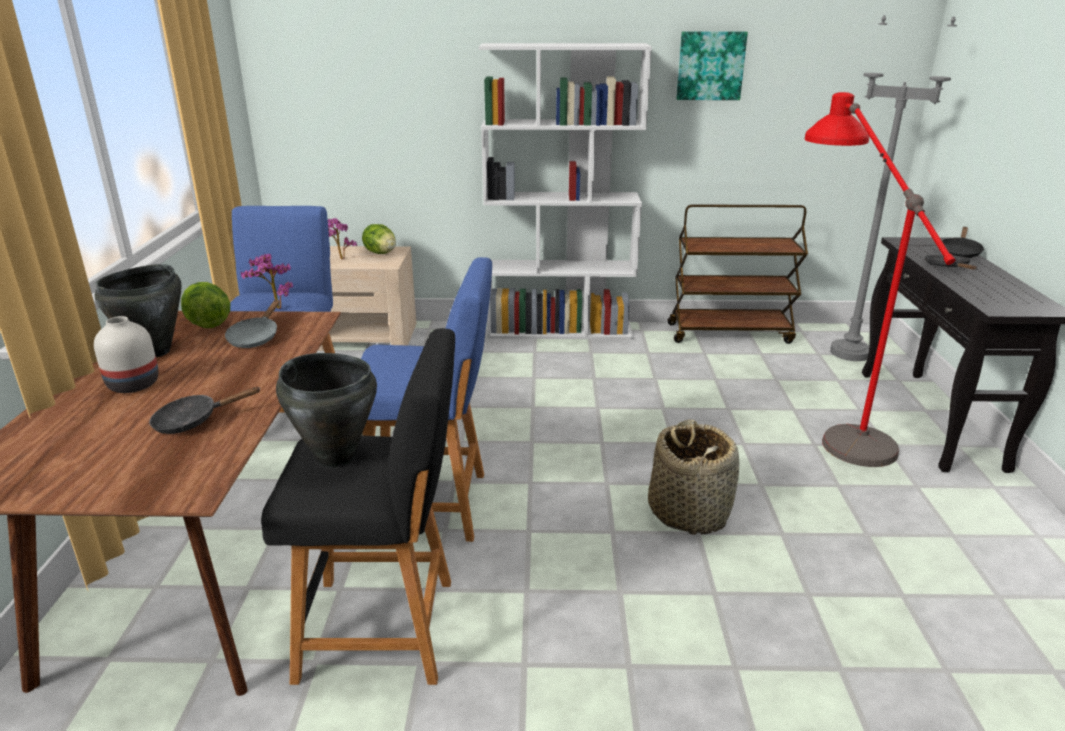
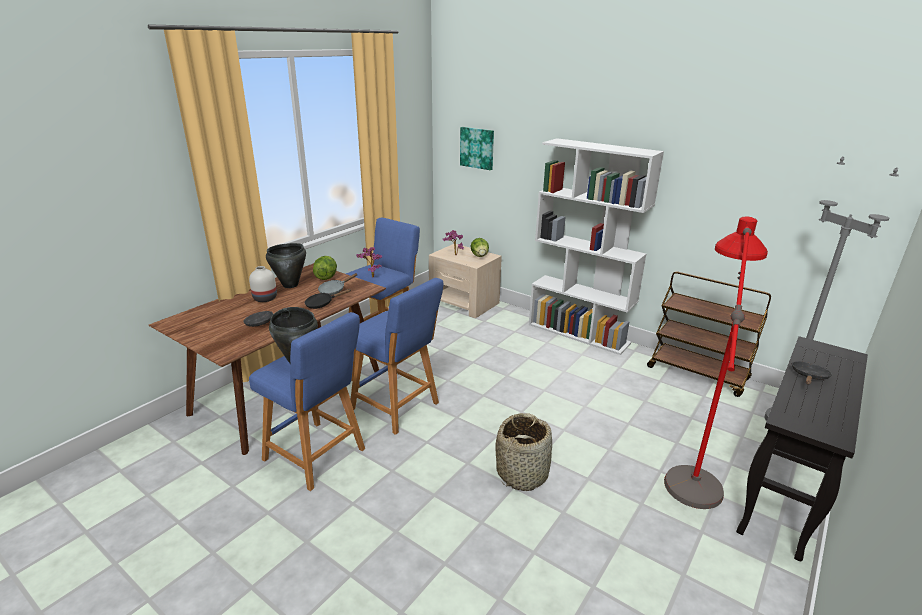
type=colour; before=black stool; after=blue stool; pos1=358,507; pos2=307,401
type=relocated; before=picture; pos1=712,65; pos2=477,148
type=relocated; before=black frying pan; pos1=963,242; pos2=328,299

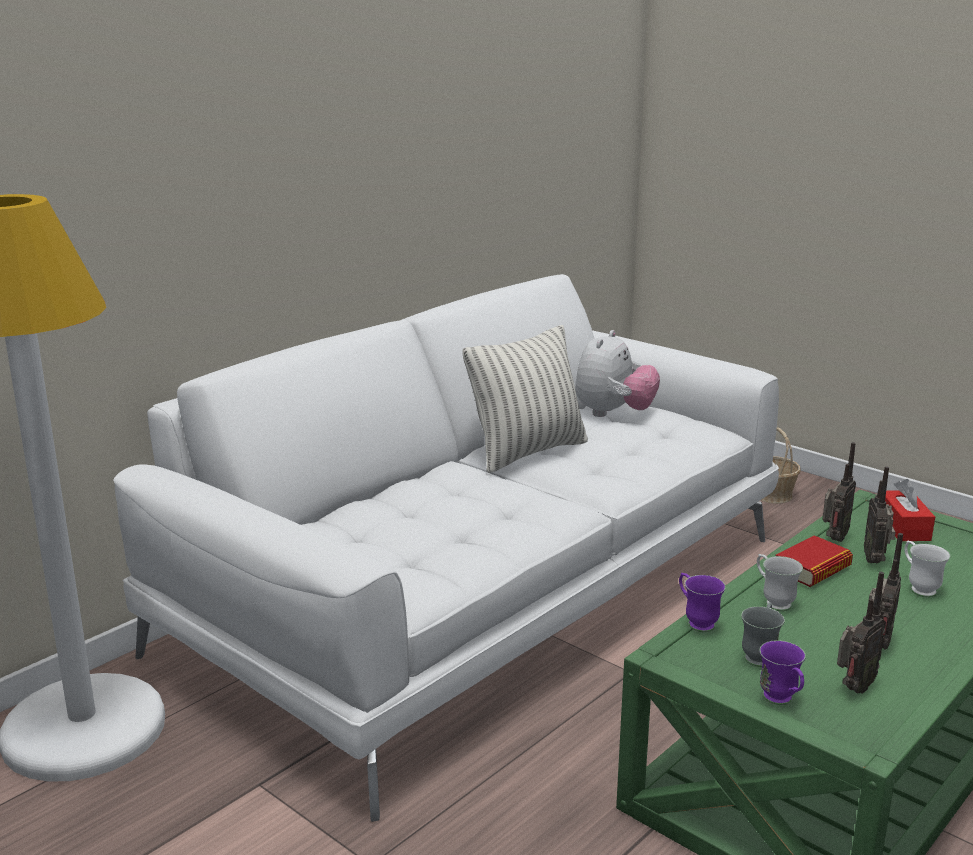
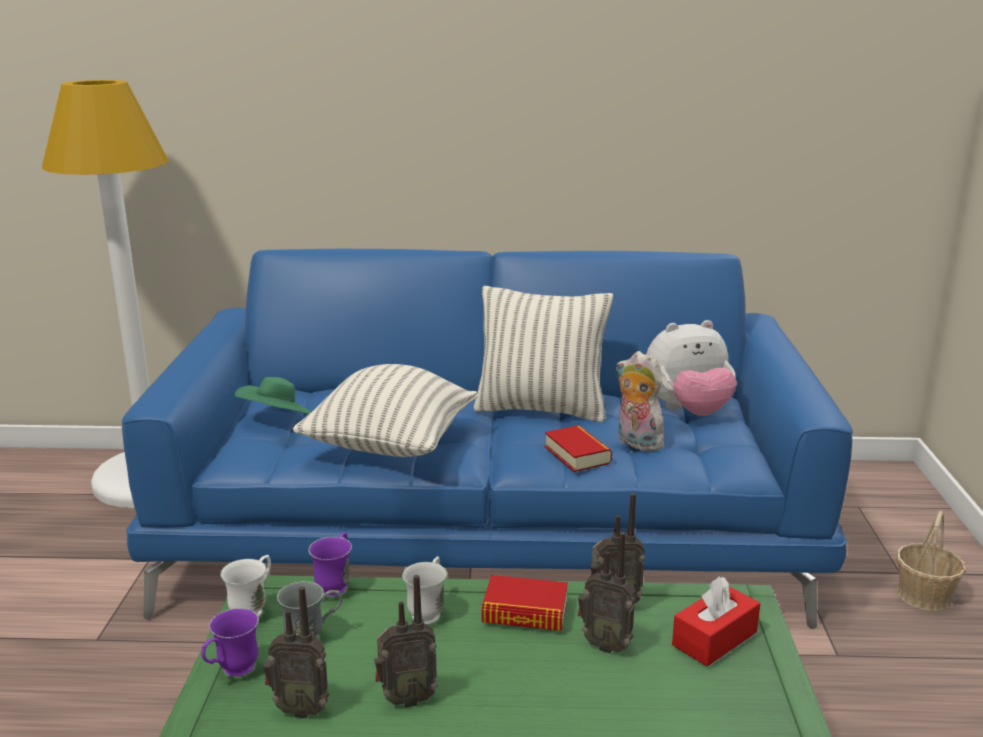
type=colour; before=white sofa; after=blue sofa; pos1=446,548; pos2=487,439
type=spun; before=radio; pos1=880,514; pos2=607,593; turn=-120
type=relocated; before=white mug; pos1=927,569; pos2=246,586
type=appeared; after=green hat; pos2=273,396
type=appeared; after=pillow; pos2=385,410
type=appeared; after=book; pos2=578,448
type=appeared; after=plush toy; pos2=640,401

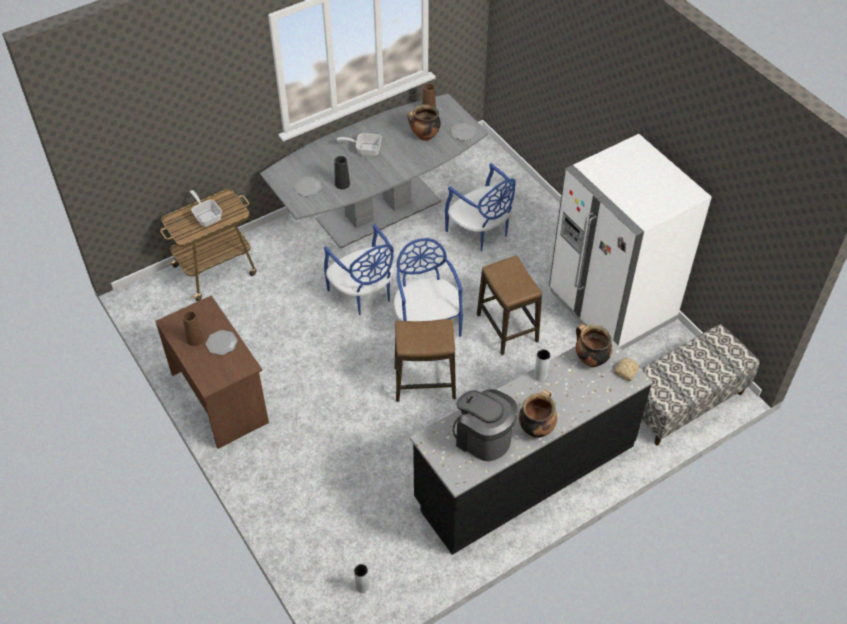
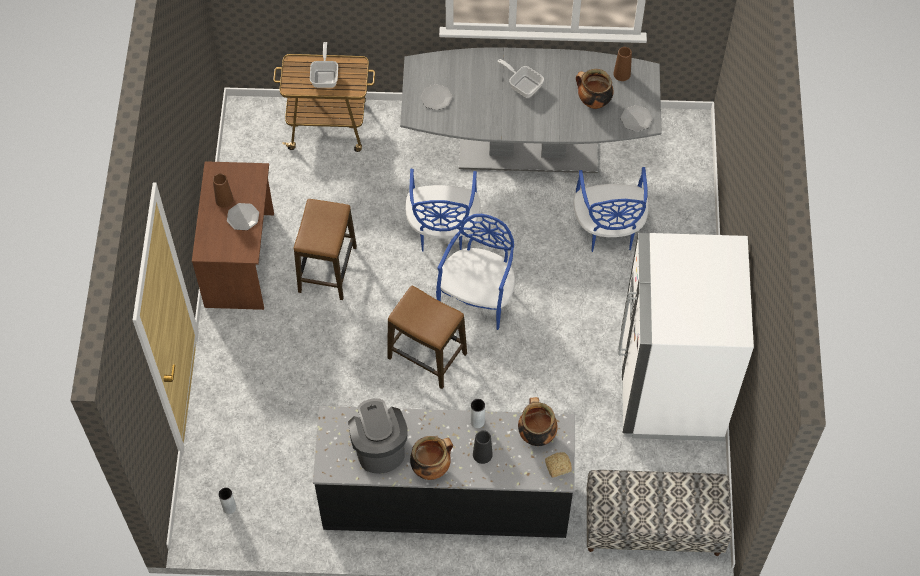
type=relocated; before=black vase; pos1=342,172; pos2=483,447
type=relocated; before=stool; pos1=509,305; pos2=325,249

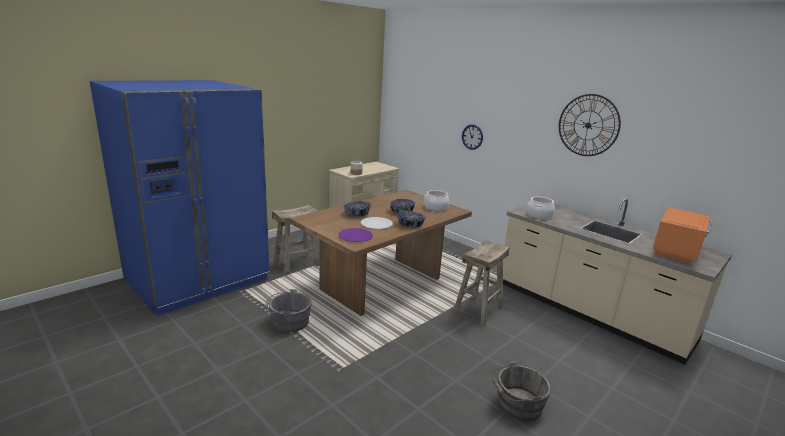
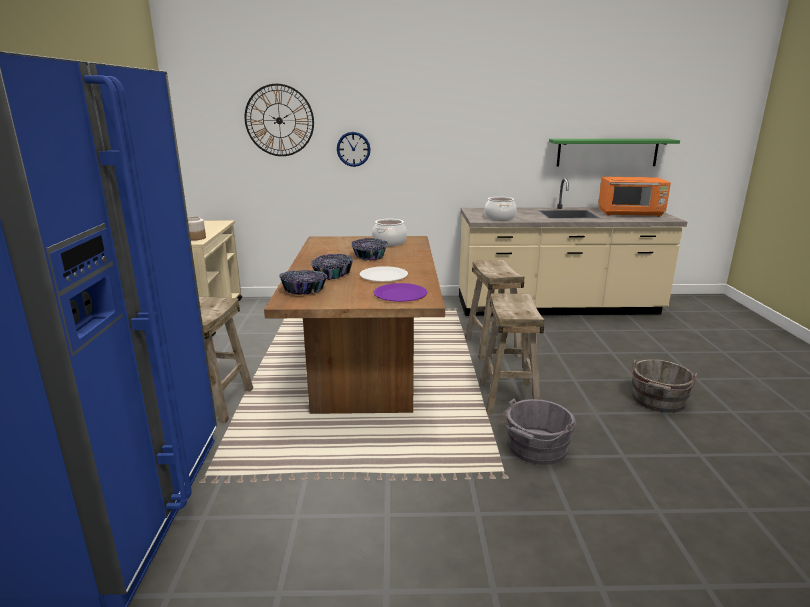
type=relocated; before=grey bucket; pos1=288,311; pos2=538,431
type=relocated; before=bowl; pos1=411,219; pos2=303,282
type=relocated; before=wall clock; pos1=590,125; pos2=279,120
type=spun; before=orange microwave; pos1=682,235; pos2=634,197; turn=105
type=appeared; after=beige stool; pos2=512,354
type=appeared; after=green shelf; pos2=614,153

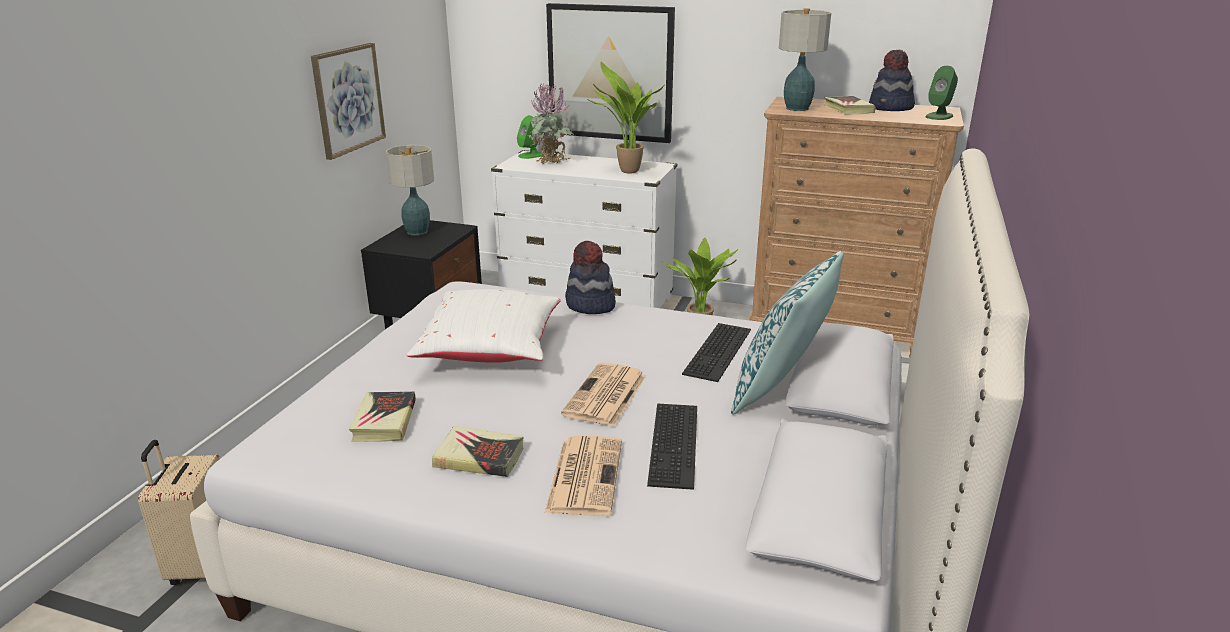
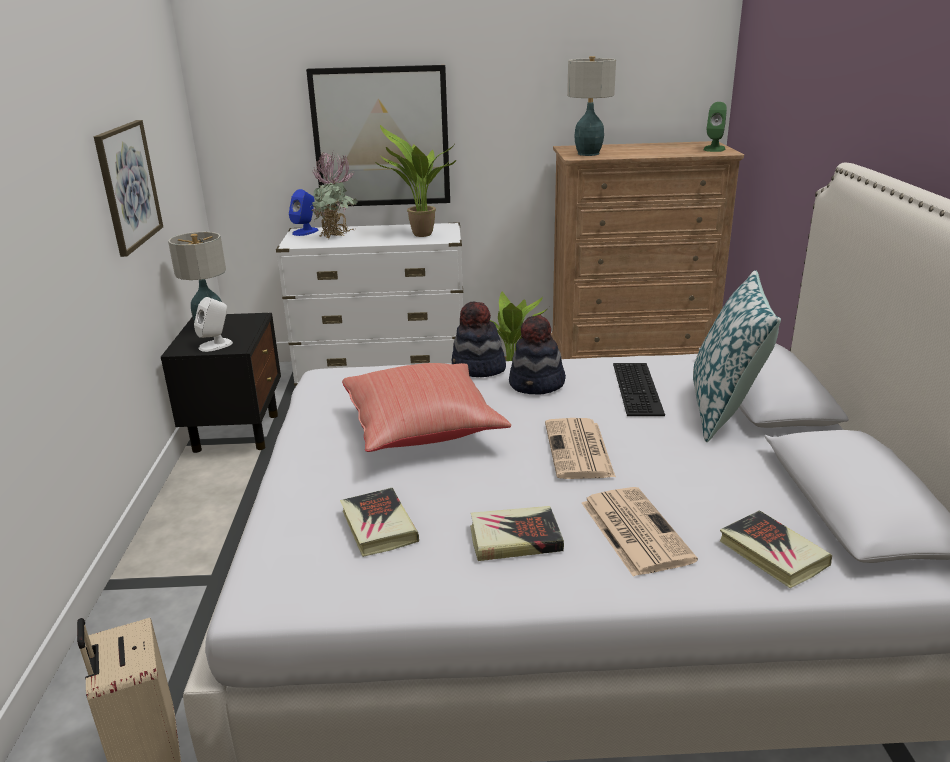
type=colour; before=white pillow; after=red pillow; pos1=484,326; pos2=426,407
type=colour; before=green speaker; after=blue speaker; pos1=530,137; pos2=303,212
type=missing; before=keyboard; pos1=672,447
type=relocated; before=book; pos1=849,105; pos2=776,549
type=relocated; before=hat; pos1=892,80; pos2=537,355
type=appeared; after=white speaker; pos2=213,324

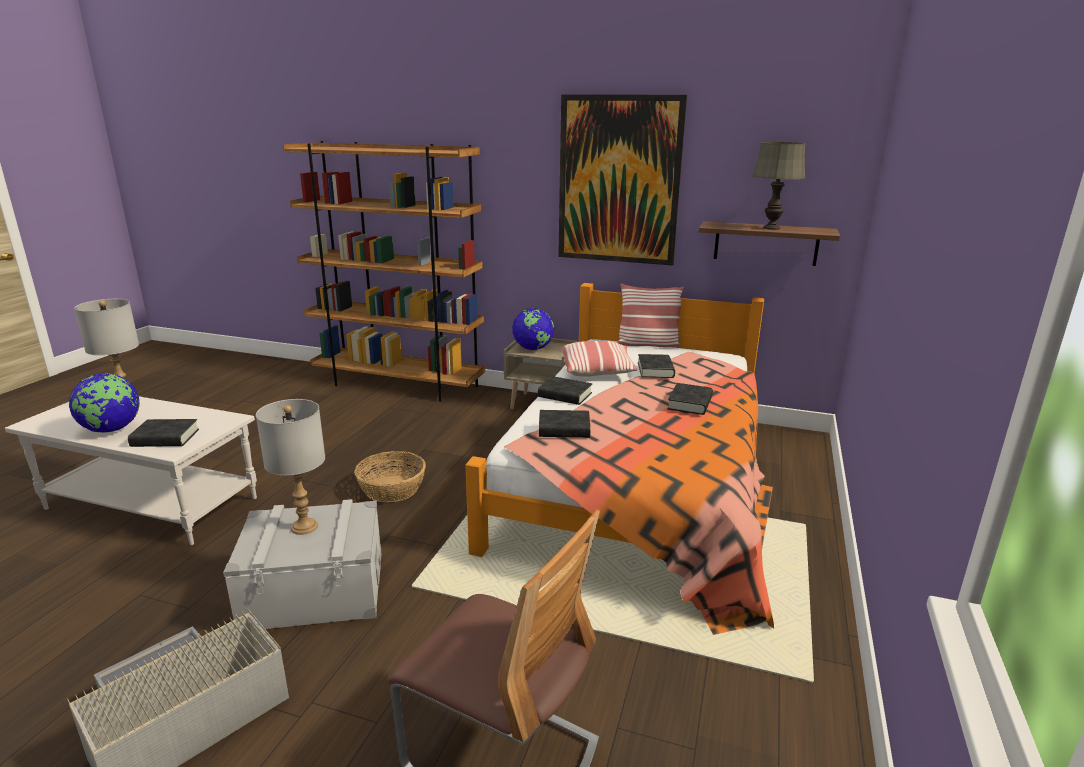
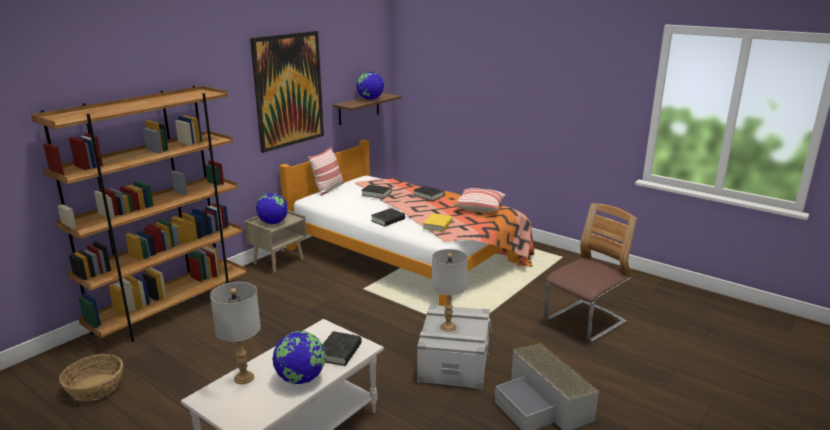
type=relocated; before=basket; pos1=390,477; pos2=91,377
type=colour; before=black book; after=yellow book; pos1=565,424; pos2=438,222
type=relocated; before=pillow; pos1=600,359; pos2=479,200
type=exchanged; before=grey table lamp; after=globe; pos1=779,186; pos2=370,86

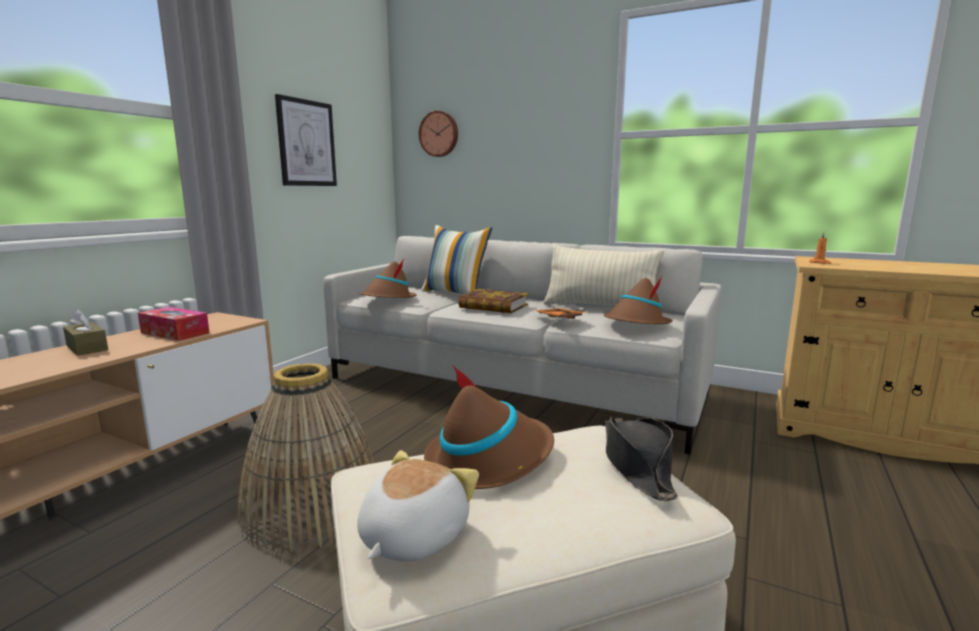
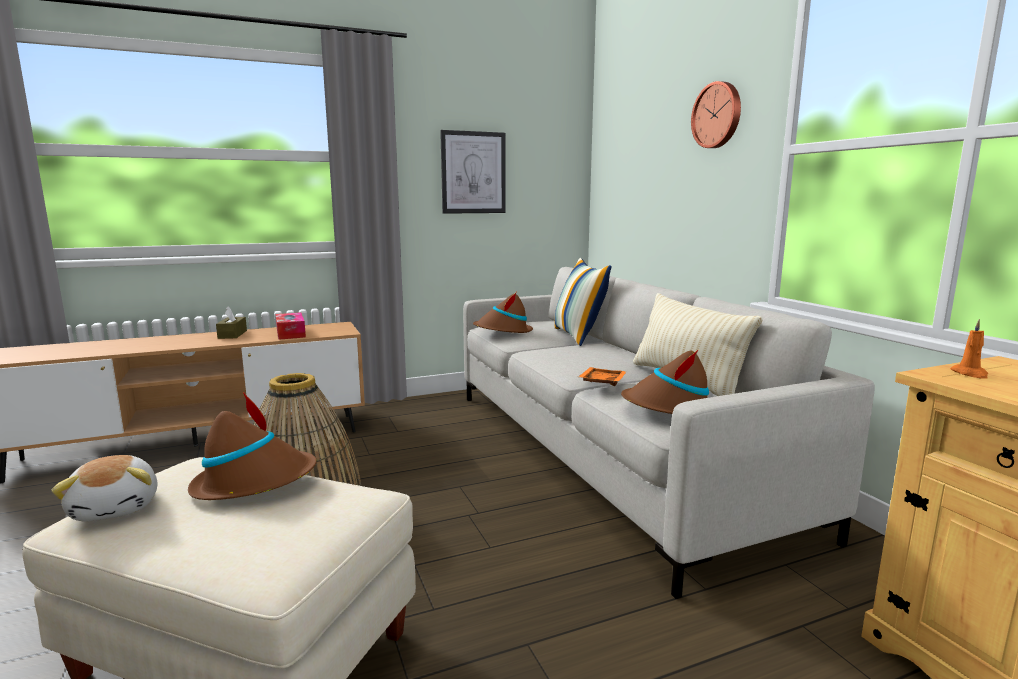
type=spun; before=plush toy; pos1=418,506; pos2=104,488; turn=90
type=relocated; before=wall clock; pos1=438,134; pos2=716,114
type=missing; before=book; pos1=493,301
type=missing; before=black hat; pos1=641,459

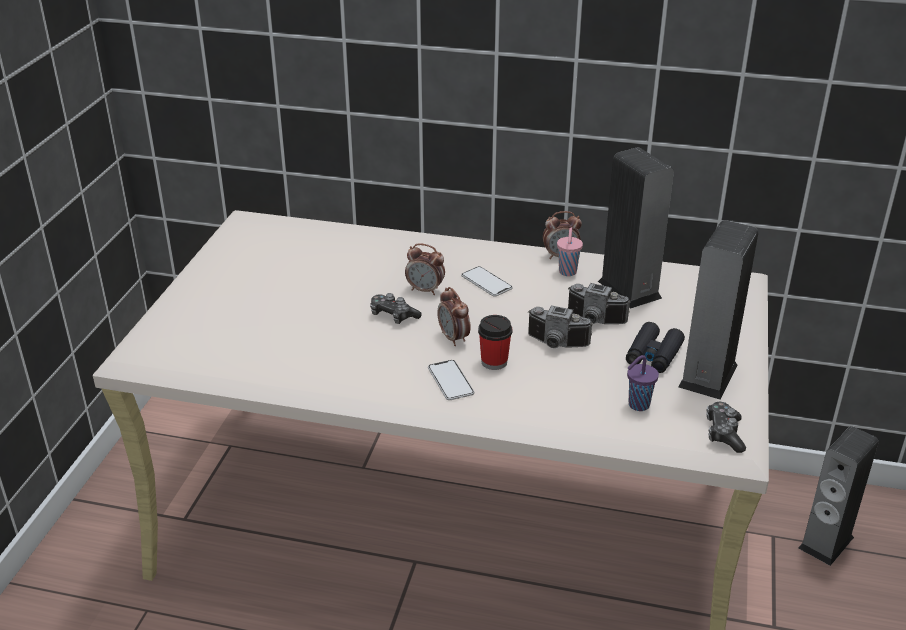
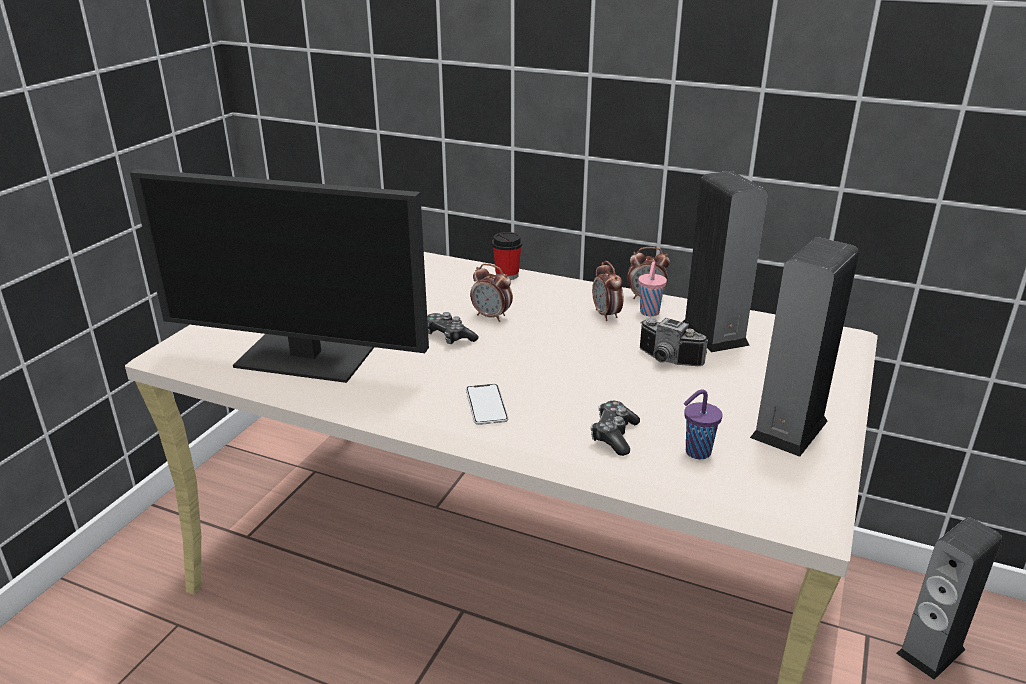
type=relocated; before=alarm clock; pos1=454,316; pos2=607,291
type=missing; before=phone; pos1=487,281
type=relocated; before=cup; pos1=495,342; pos2=507,256
type=missing; before=photo camera; pos1=560,326
type=missing; before=black binoculars; pos1=655,347
type=relocated; before=game controller; pos1=726,427; pos2=615,428
type=appeared; after=monitor; pos2=279,276

